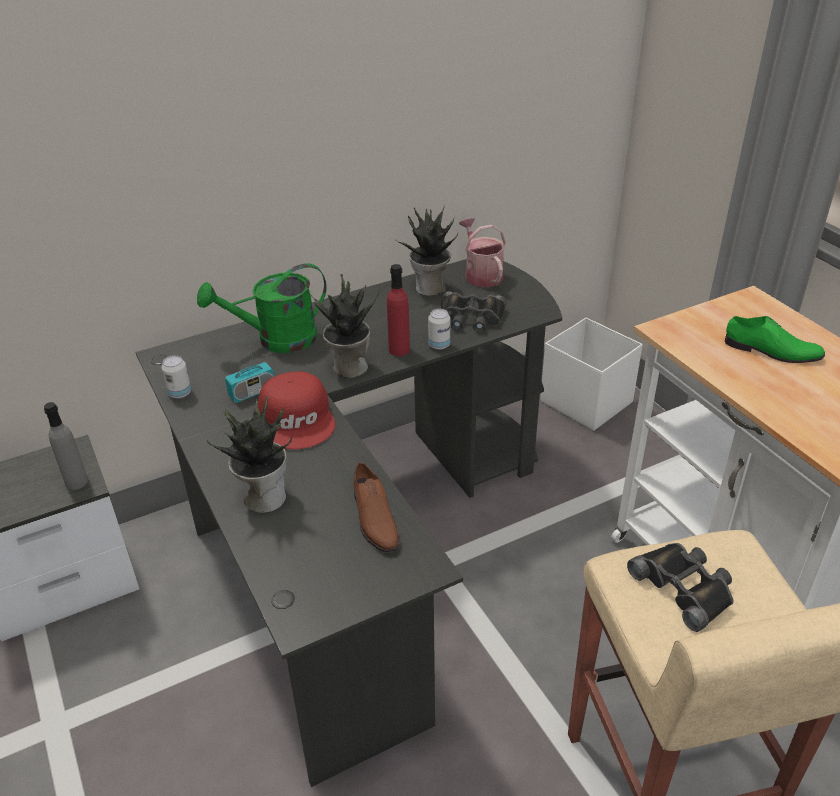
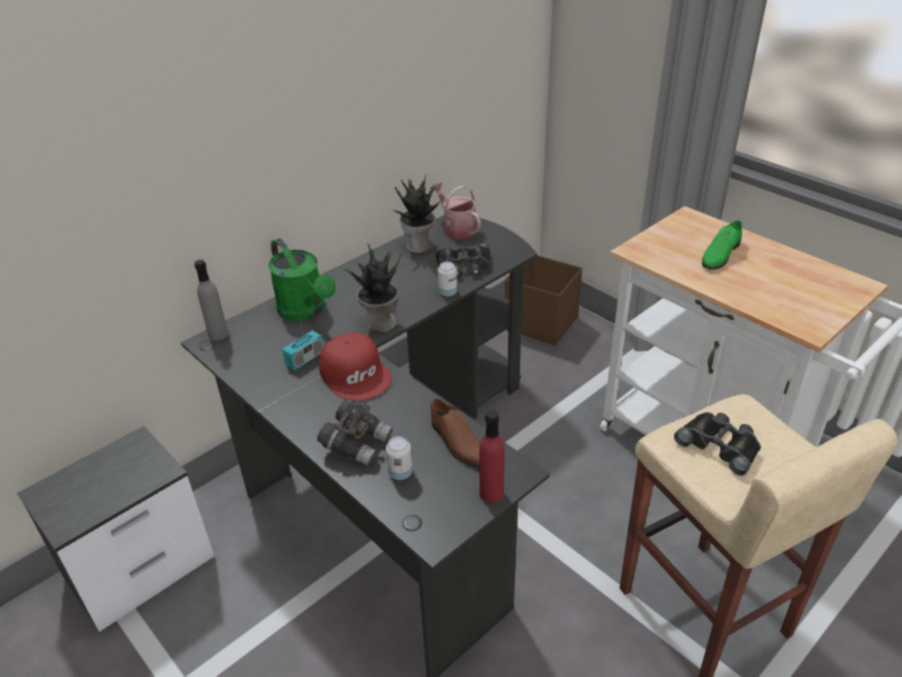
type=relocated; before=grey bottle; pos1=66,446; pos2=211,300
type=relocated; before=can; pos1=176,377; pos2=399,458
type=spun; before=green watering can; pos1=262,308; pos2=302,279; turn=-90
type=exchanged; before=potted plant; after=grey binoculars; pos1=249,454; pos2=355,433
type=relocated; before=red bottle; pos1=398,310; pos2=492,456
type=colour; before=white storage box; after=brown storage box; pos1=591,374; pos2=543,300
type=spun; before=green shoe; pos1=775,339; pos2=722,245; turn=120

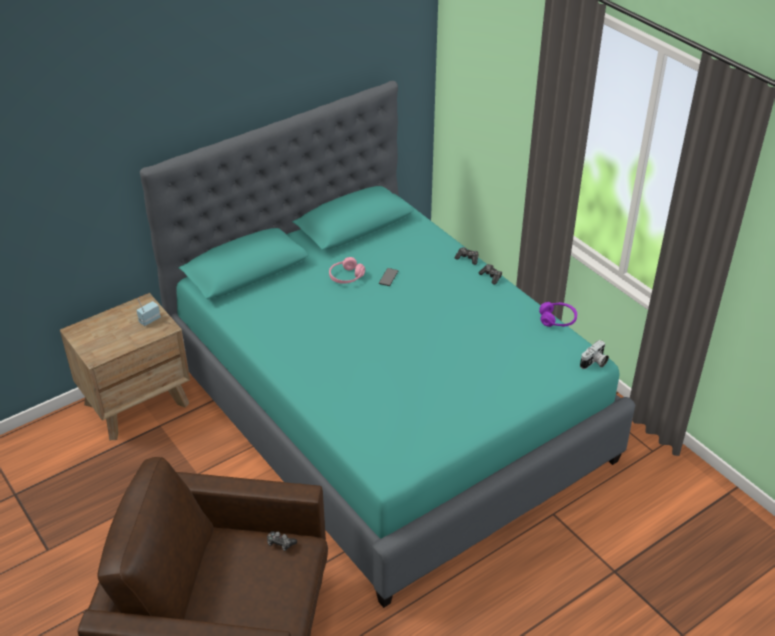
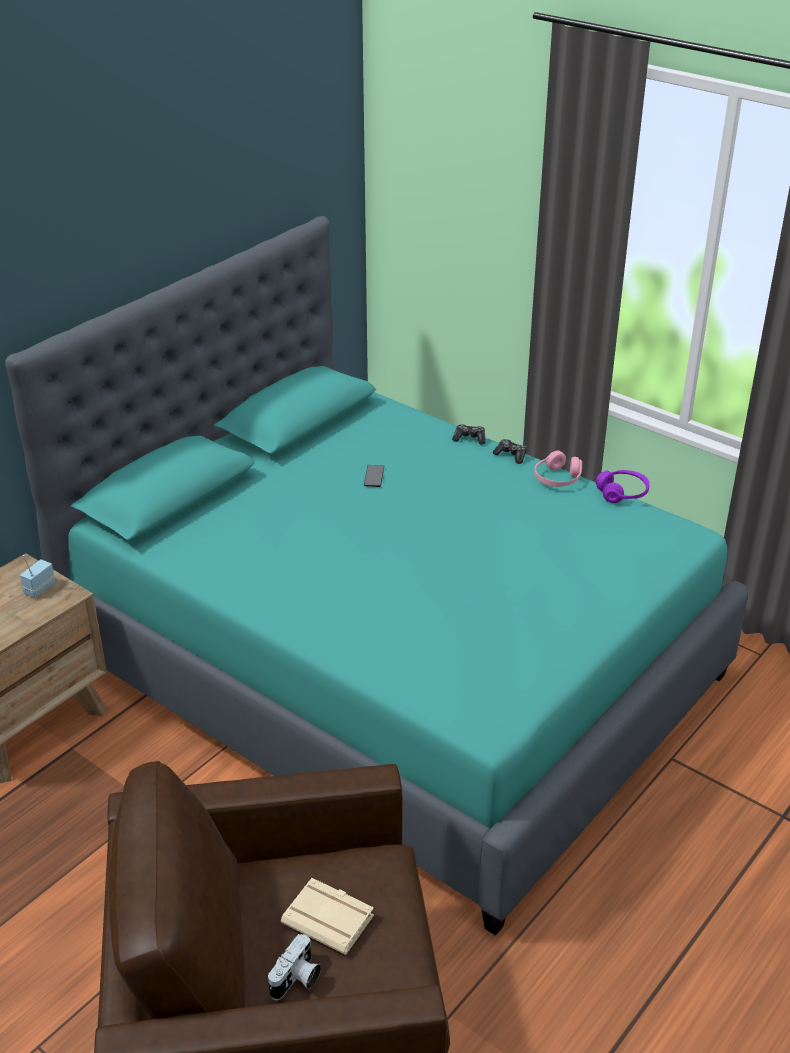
type=missing; before=game controller; pos1=282,541
type=relocated; before=pink headphones; pos1=347,270; pos2=558,469
type=relocated; before=photo camera; pos1=594,354; pos2=294,967
type=appeared; after=beige book; pos2=327,916

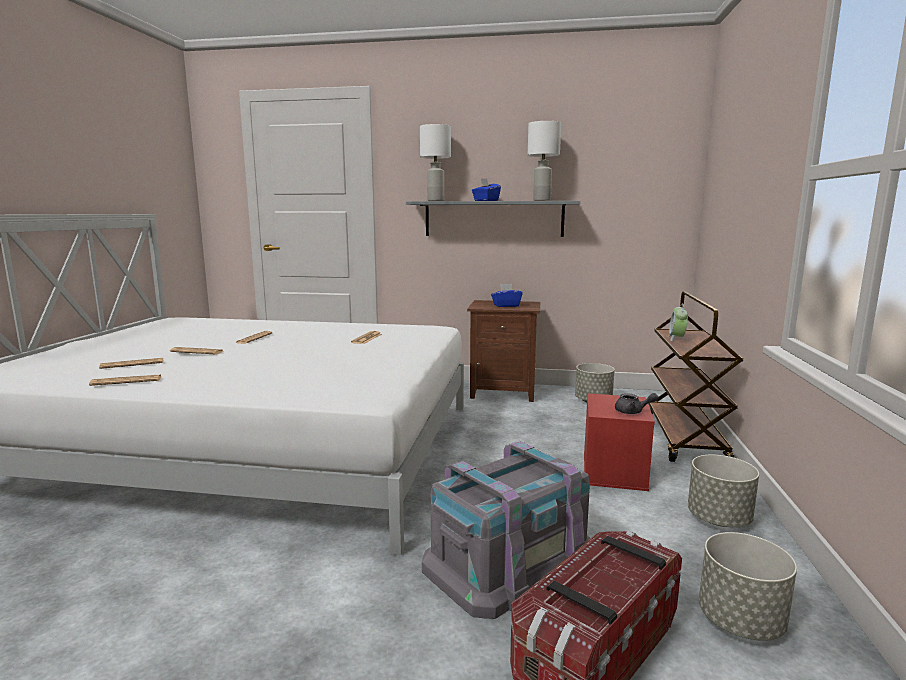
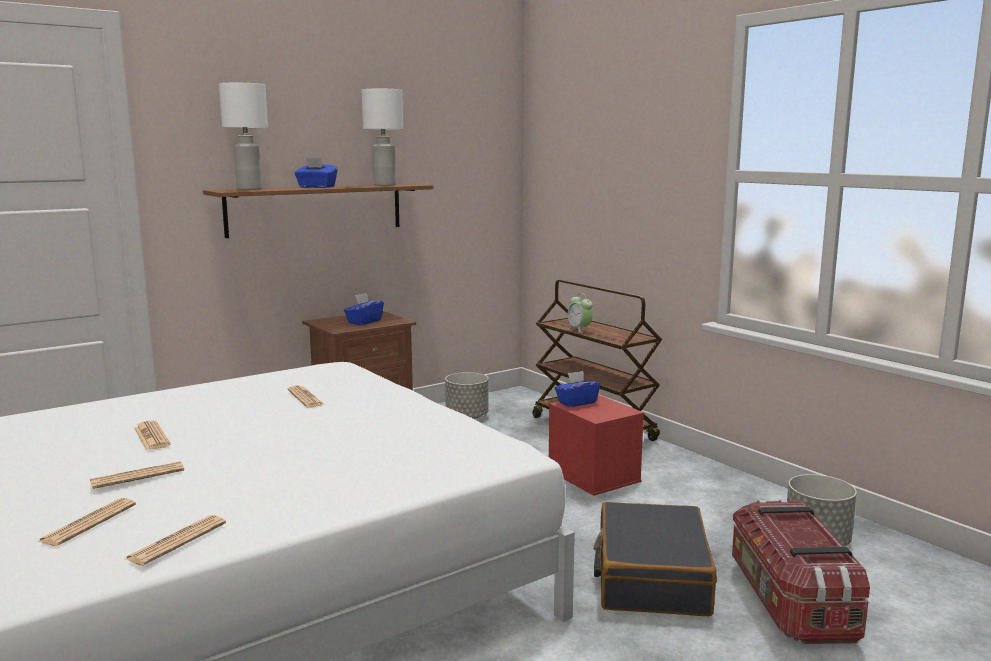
type=colour; before=grey shelf; after=brown shelf; pos1=493,219; pos2=318,211
type=exchanged; before=grey storage box; after=black suitcase; pos1=506,530; pos2=655,559
type=missing; before=grey teapot; pos1=636,403
type=missing; before=grey planter; pos1=723,491
type=appeared; after=blue tissue box; pos2=577,389

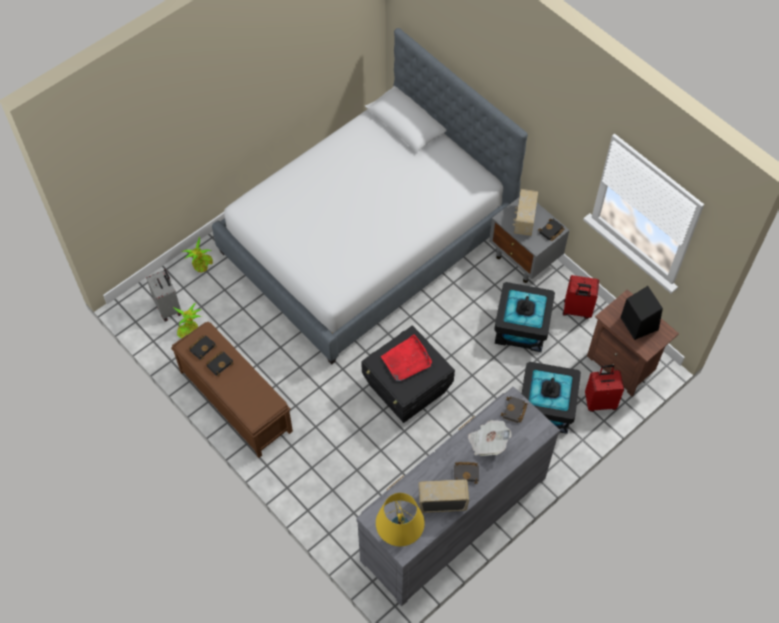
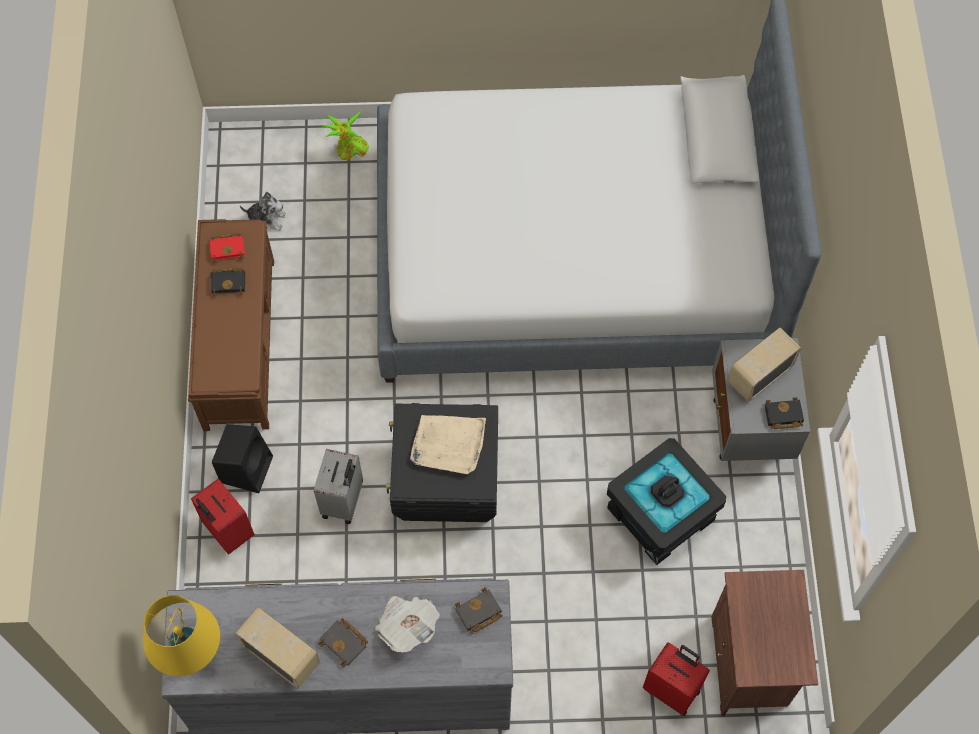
type=relocated; before=grey suitcase; pos1=163,295; pos2=338,486
type=exchanged; before=potted plant; after=plush toy; pos1=187,320; pos2=263,211
type=colour; before=black book; after=red book; pos1=203,347; pos2=227,248
type=colour; before=red tray; after=beige tray; pos1=406,357; pos2=448,444
type=missing; before=black storage box; pos1=551,398
type=relocated; before=red suitcase; pos1=581,297; pos2=223,517
type=relocated; before=black speaker; pos1=641,313; pos2=242,458

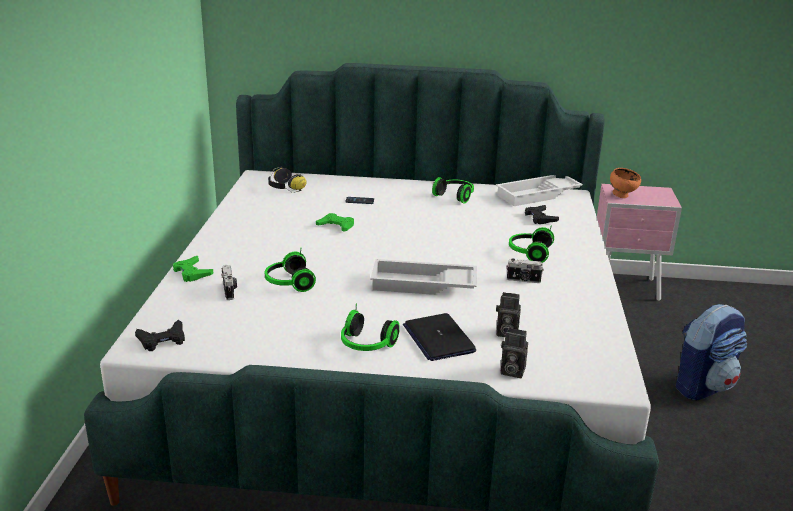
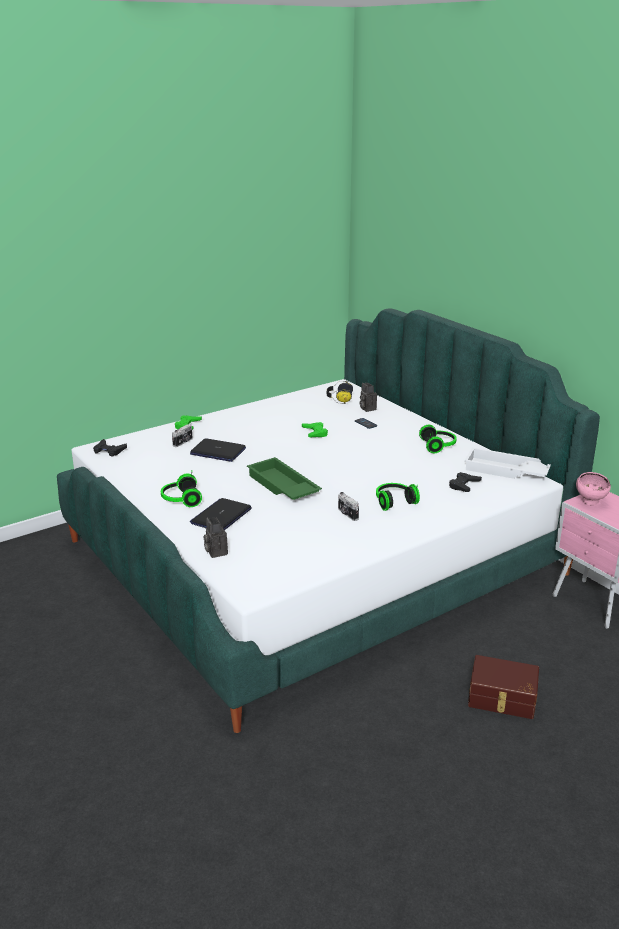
type=exchanged; before=headphones; after=laptop; pos1=290,270; pos2=218,450
type=colour; before=white tray; after=green tray; pos1=423,277; pos2=284,478
type=relocated; before=photo camera; pos1=508,314; pos2=368,397
type=colour; before=orange bowl; after=pink bowl; pos1=625,183; pos2=593,488
type=exchanged; before=backpack; after=brown storage box; pos1=711,352; pos2=503,687

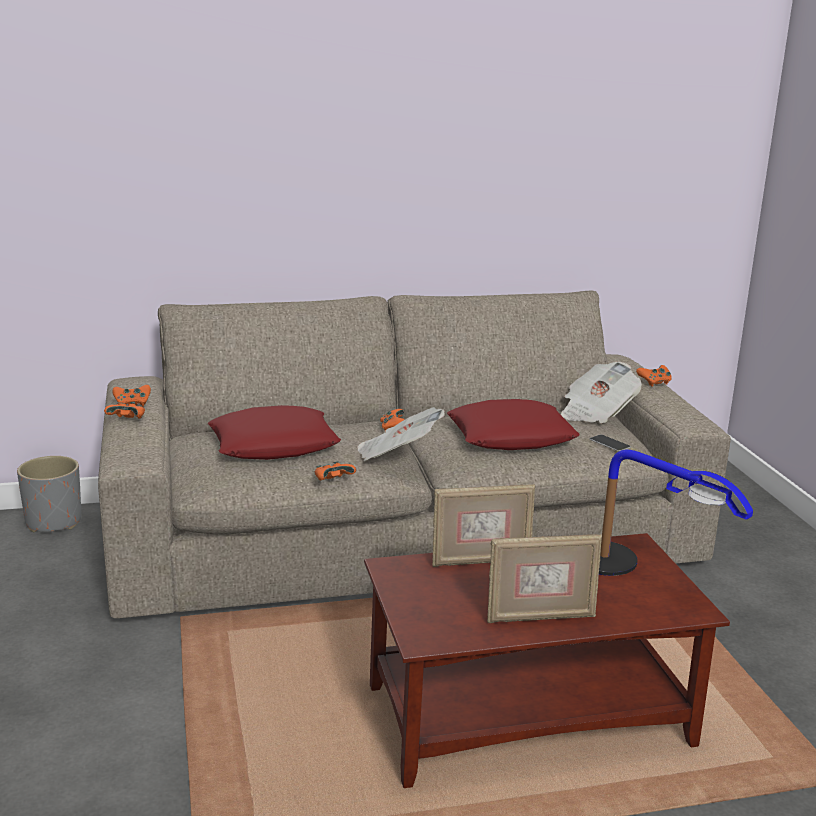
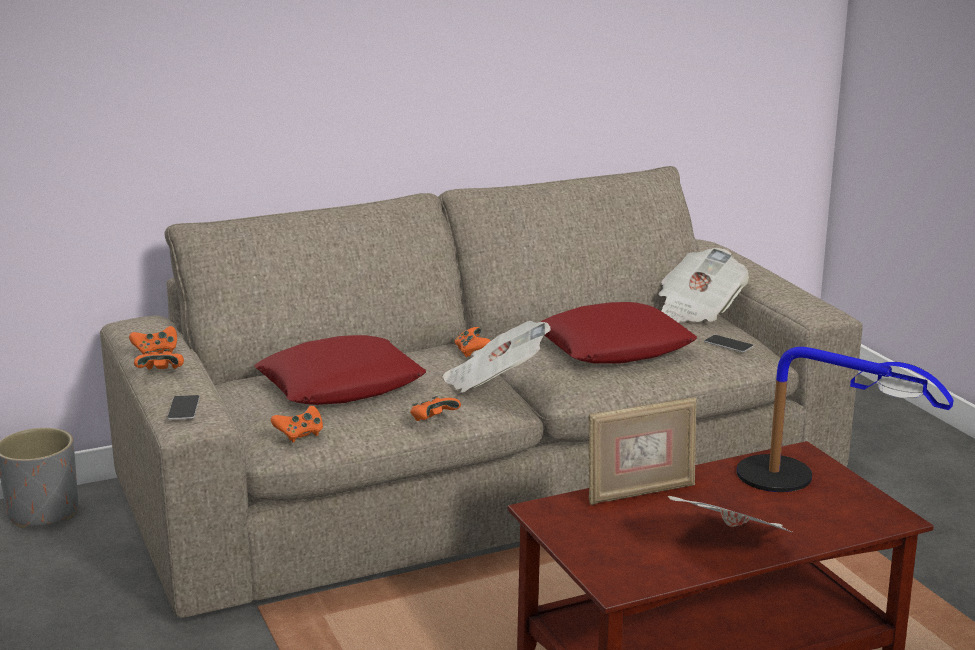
type=exchanged; before=picture frame; after=newspaper; pos1=544,578; pos2=730,514
type=relocated; before=orange game controller; pos1=654,376; pos2=297,424
type=appeared; after=phone; pos2=183,407

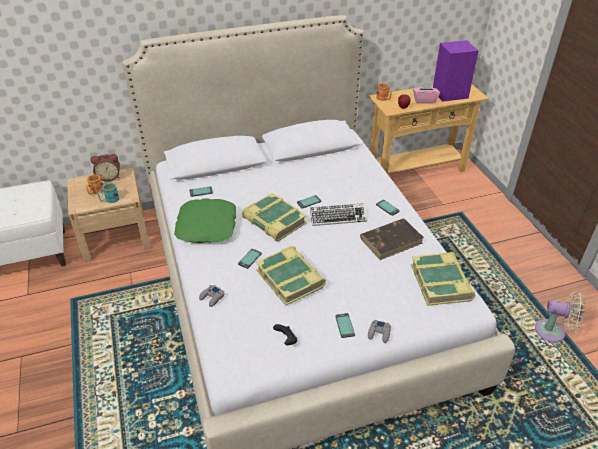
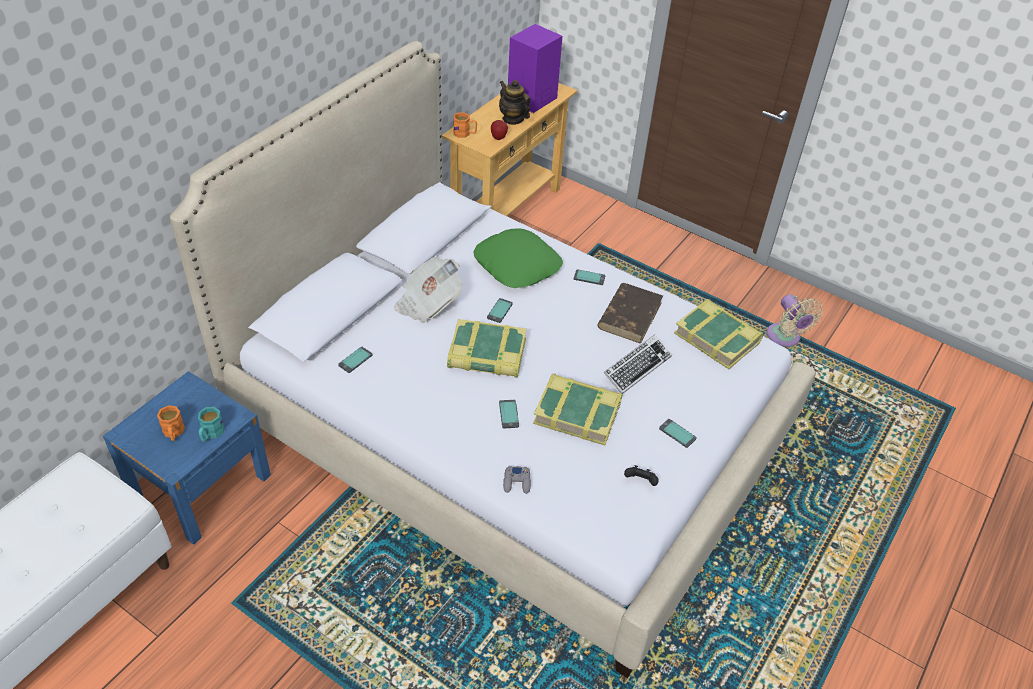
type=colour; before=beige nightstand; after=blue nightstand; pos1=108,214; pos2=187,458
type=missing; before=alarm clock; pos1=105,167
type=relocated; before=green pillow; pos1=205,221; pos2=518,258
type=relocated; before=keyboard; pos1=338,214; pos2=637,364
type=missing; before=grey game controller; pos1=379,331
type=exchanged; before=pink tissue box; after=teapot; pos1=426,93; pos2=514,102
type=spun; before=beige fan; pos1=560,317; pos2=795,320; turn=90
type=appeared; after=newspaper; pos2=428,290

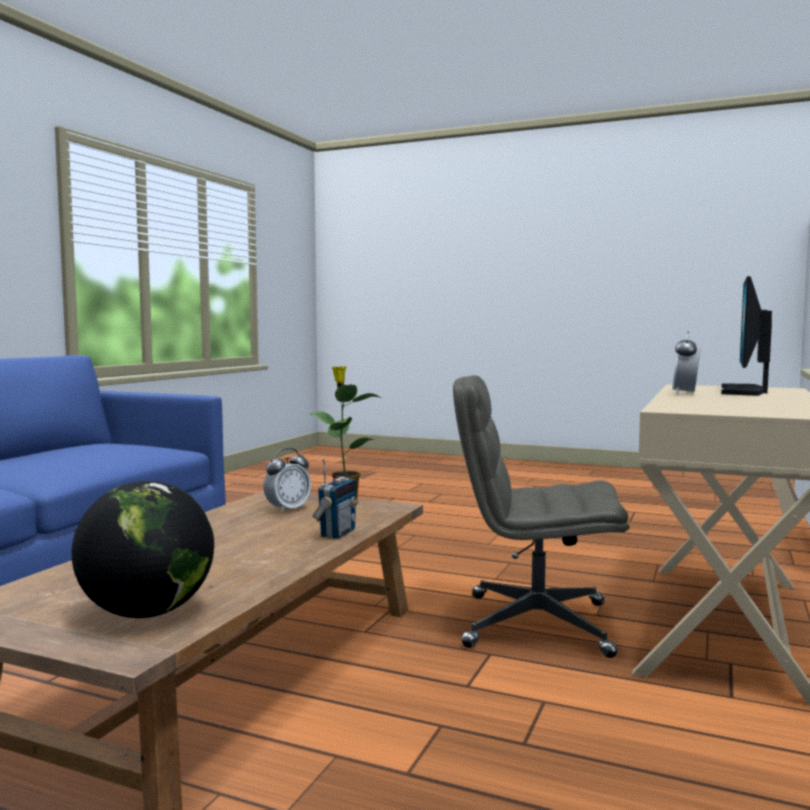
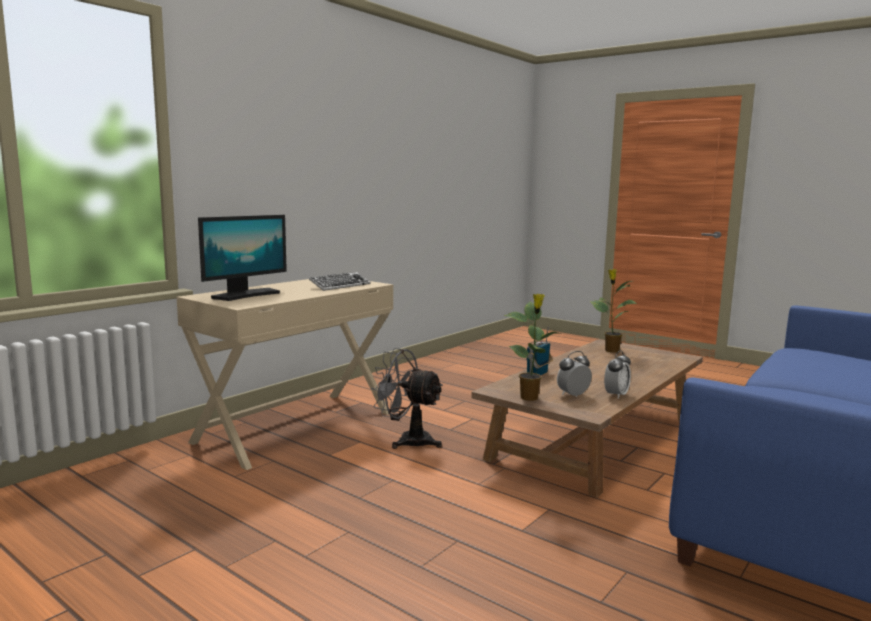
type=exchanged; before=globe; after=potted plant; pos1=143,549; pos2=613,311
type=exchanged; before=grey office chair; after=grey fan; pos1=541,516; pos2=407,398
type=relocated; before=alarm clock; pos1=686,363; pos2=617,375
type=appeared; after=keyboard; pos2=339,281

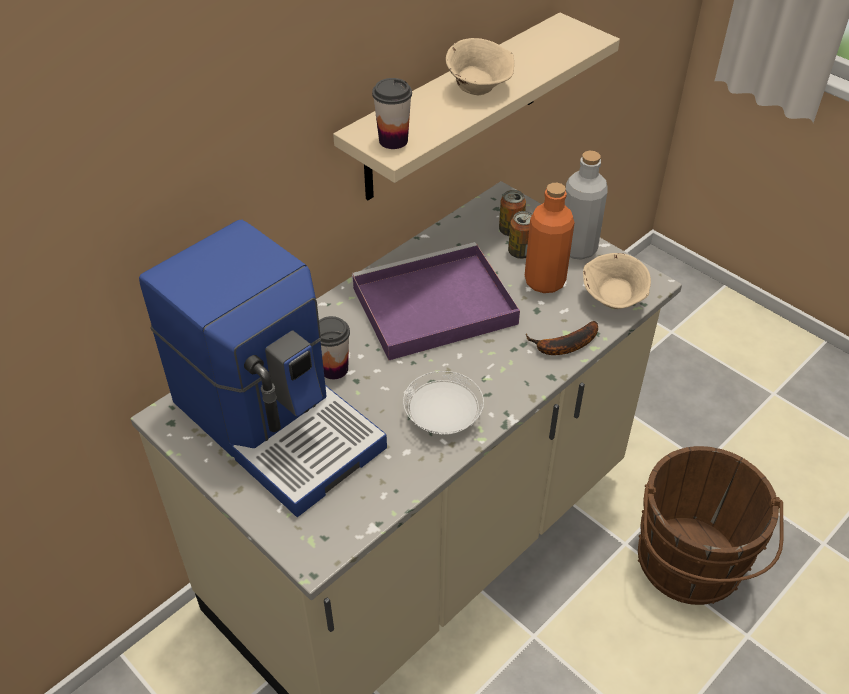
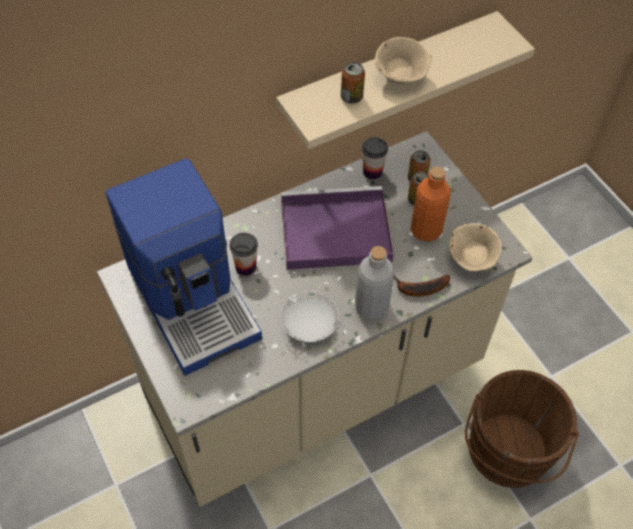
type=relocated; before=cup; pos1=392,113; pos2=375,158
type=relocated; before=grey bottle; pos1=586,205; pos2=374,283
type=appeared; after=can; pos2=353,83

